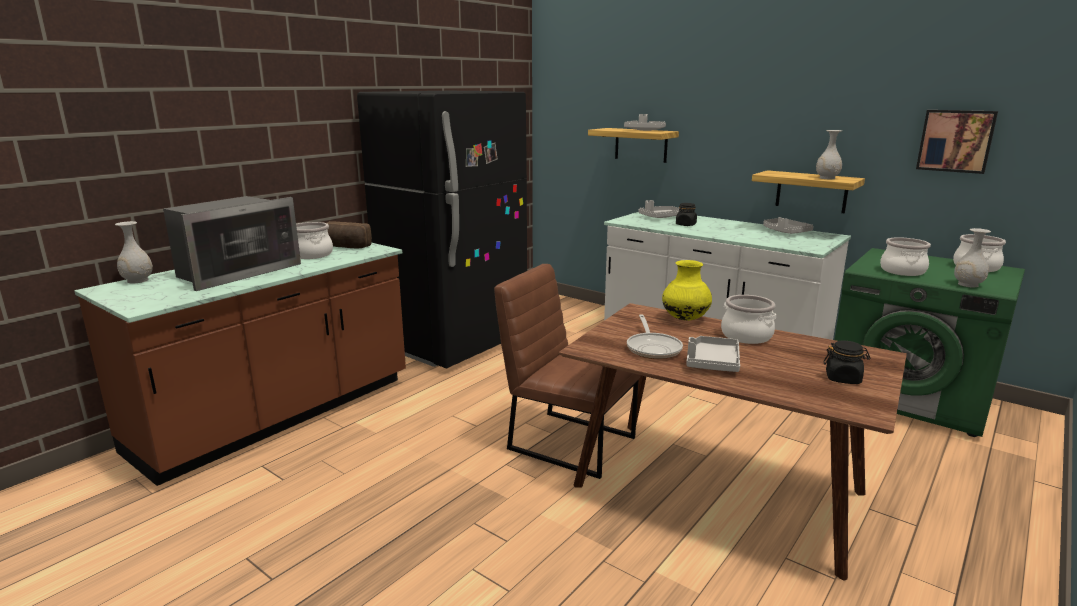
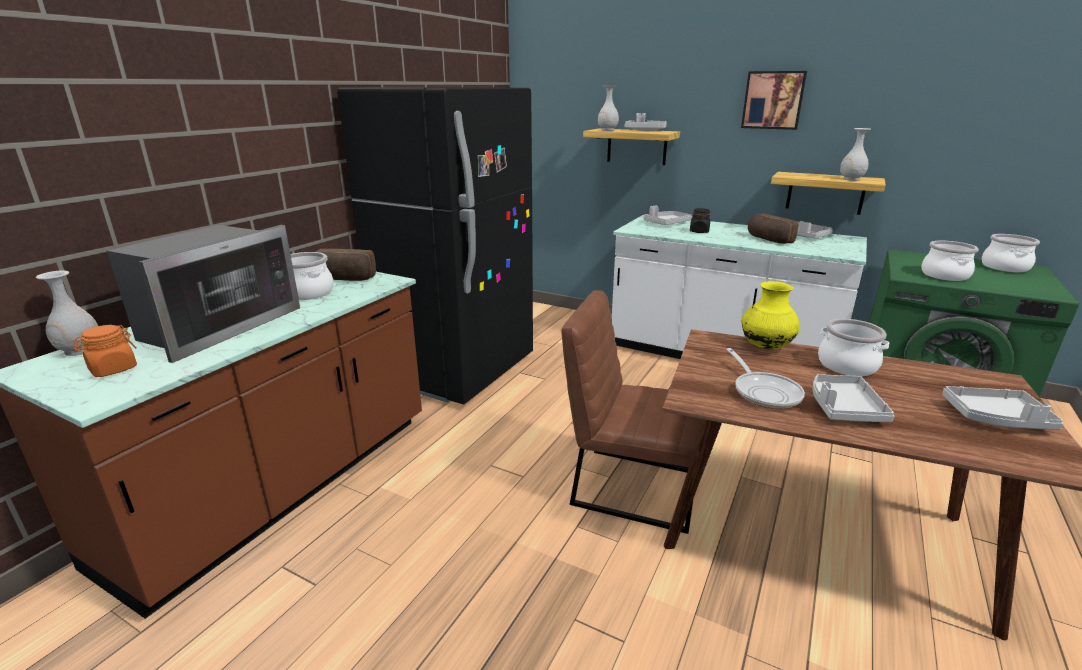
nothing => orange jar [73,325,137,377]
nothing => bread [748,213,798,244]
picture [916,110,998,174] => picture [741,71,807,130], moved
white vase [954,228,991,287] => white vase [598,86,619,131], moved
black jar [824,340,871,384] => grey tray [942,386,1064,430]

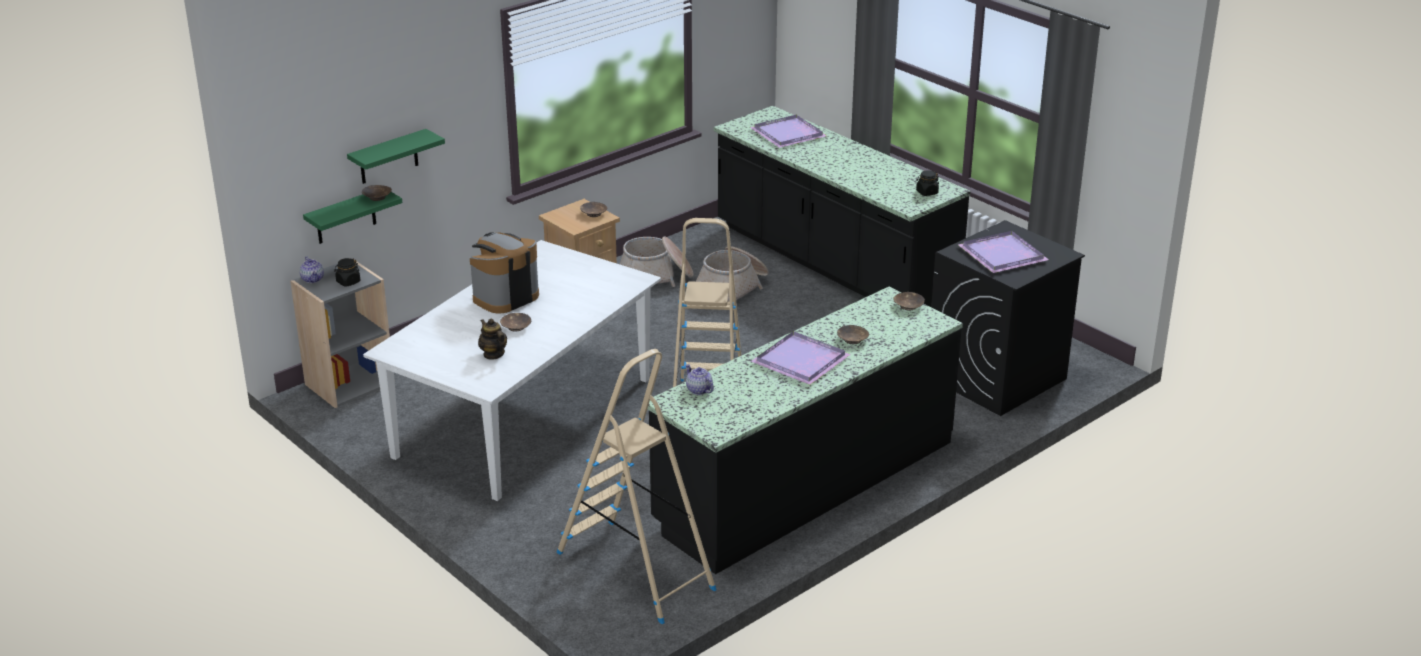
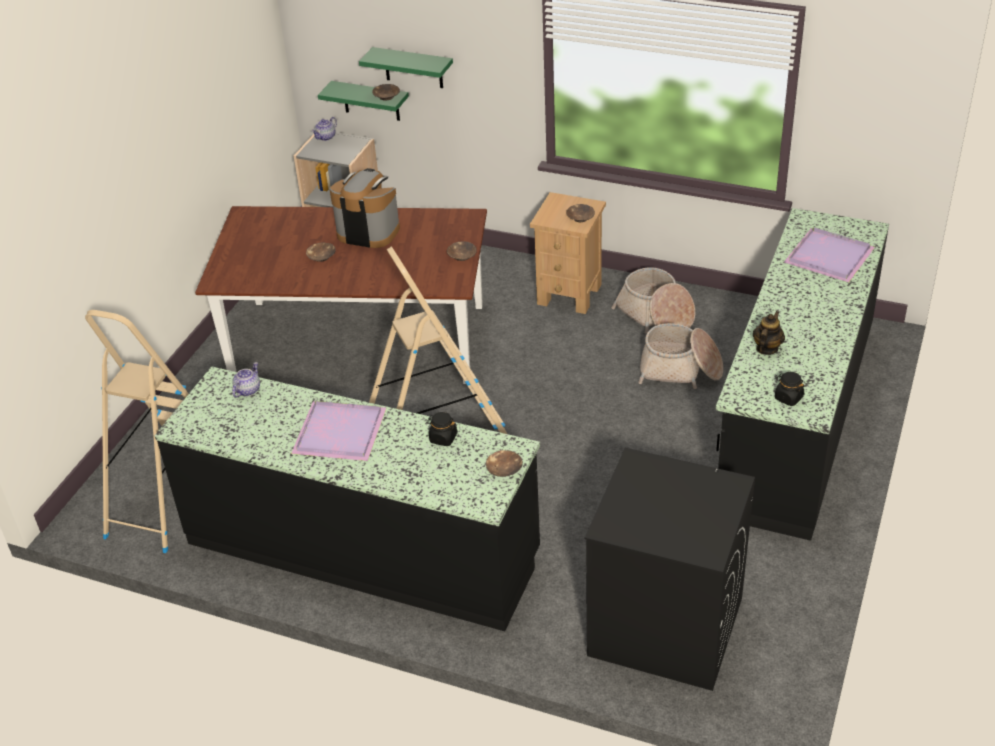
purple tray [959,231,1049,273] => nothing
black jar [334,258,360,287] => black jar [426,412,458,446], moved
teapot [478,318,507,360] => teapot [753,311,785,355], moved
brown bowl [837,325,869,344] => brown bowl [447,241,477,261], moved
white dining table [363,240,661,501] => brown dining table [195,206,487,384]

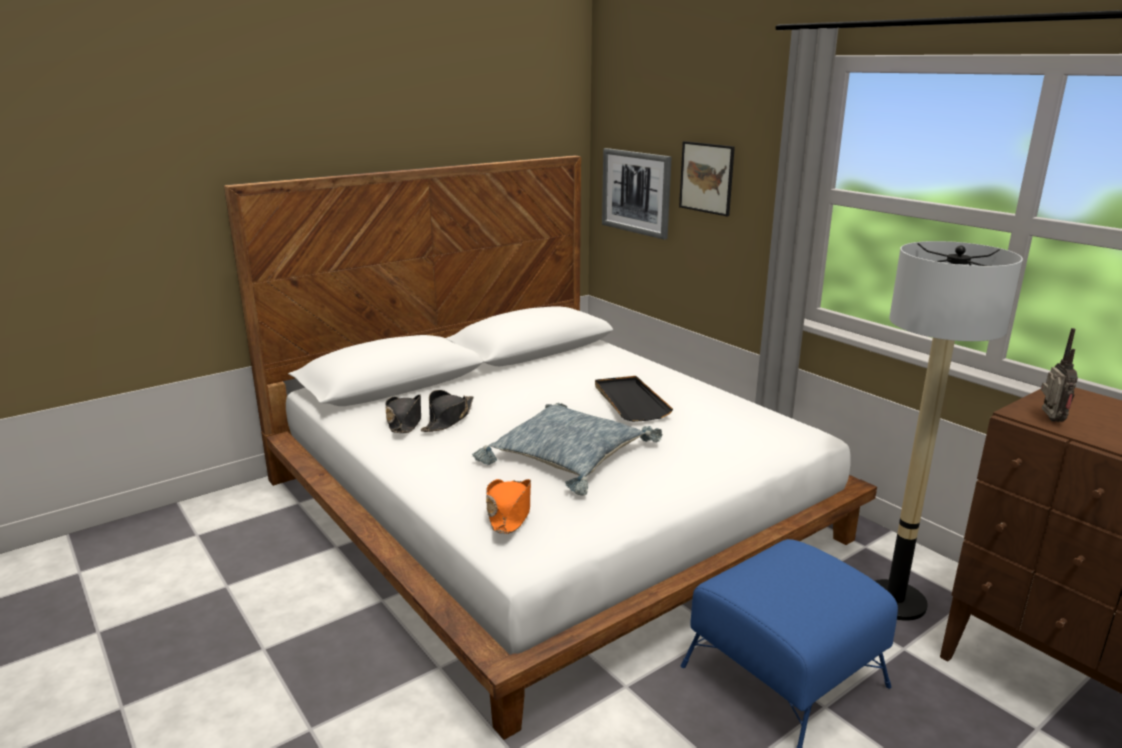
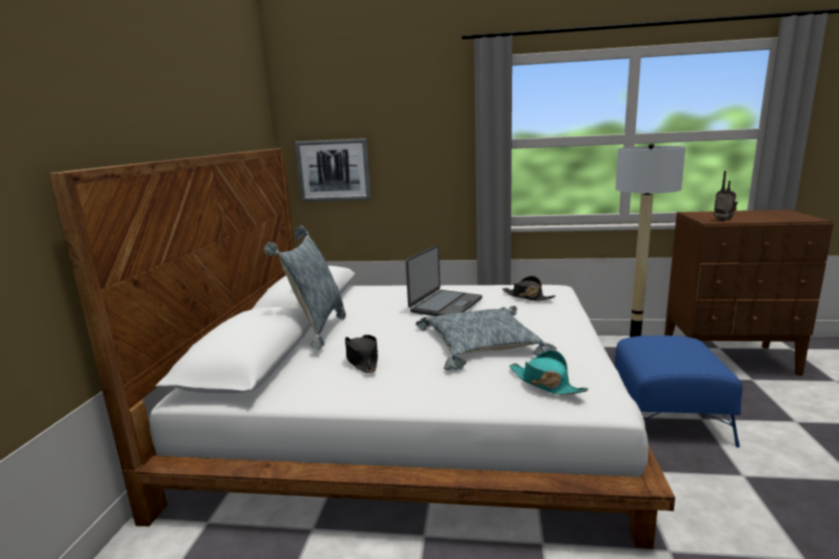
picture [679,141,735,216] => nothing
nothing => pillow [264,225,346,350]
black hat [386,395,421,433] => black hat [502,276,556,301], moved
black tray [595,376,673,422] => laptop [406,245,482,316]
orange hat [486,479,531,534] => turquoise hat [509,350,588,395]

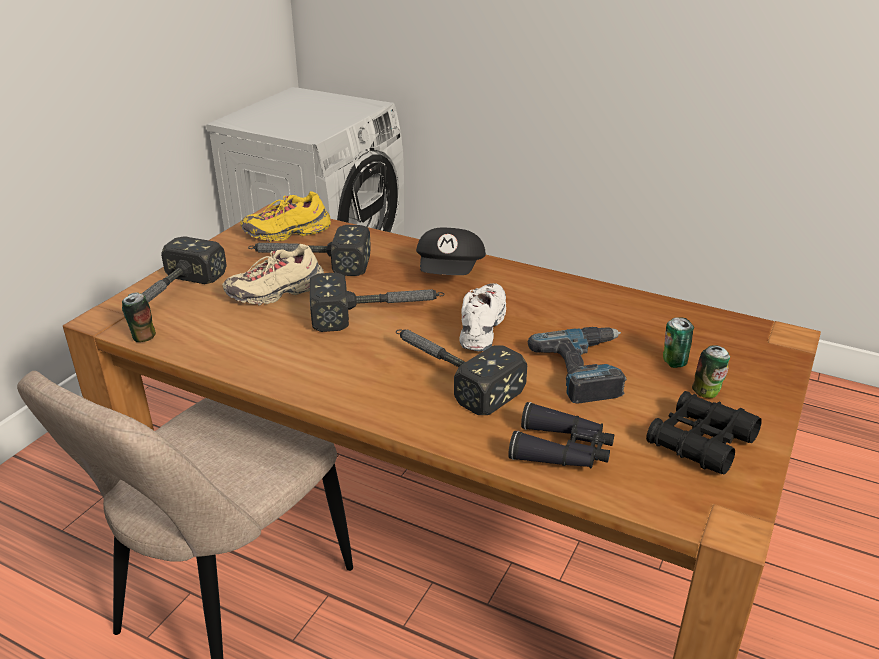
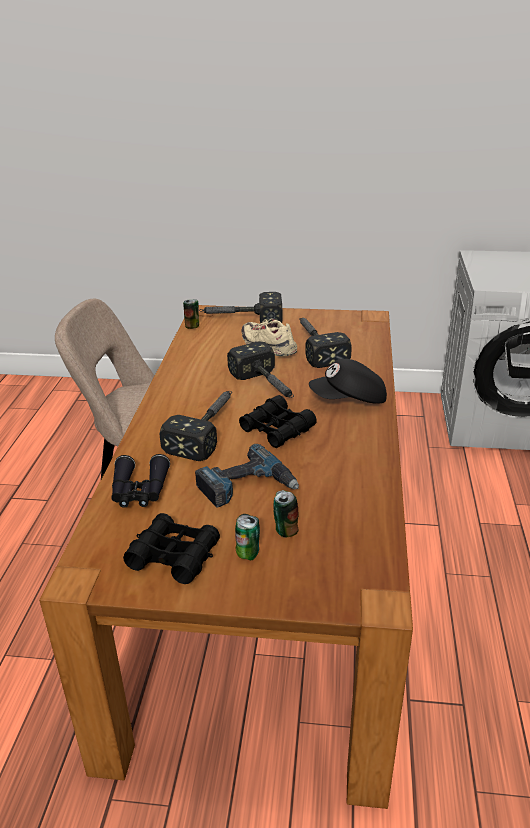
yellow shoe [240,191,331,242] => nothing
white shoe [459,283,506,351] => black binoculars [239,395,317,448]

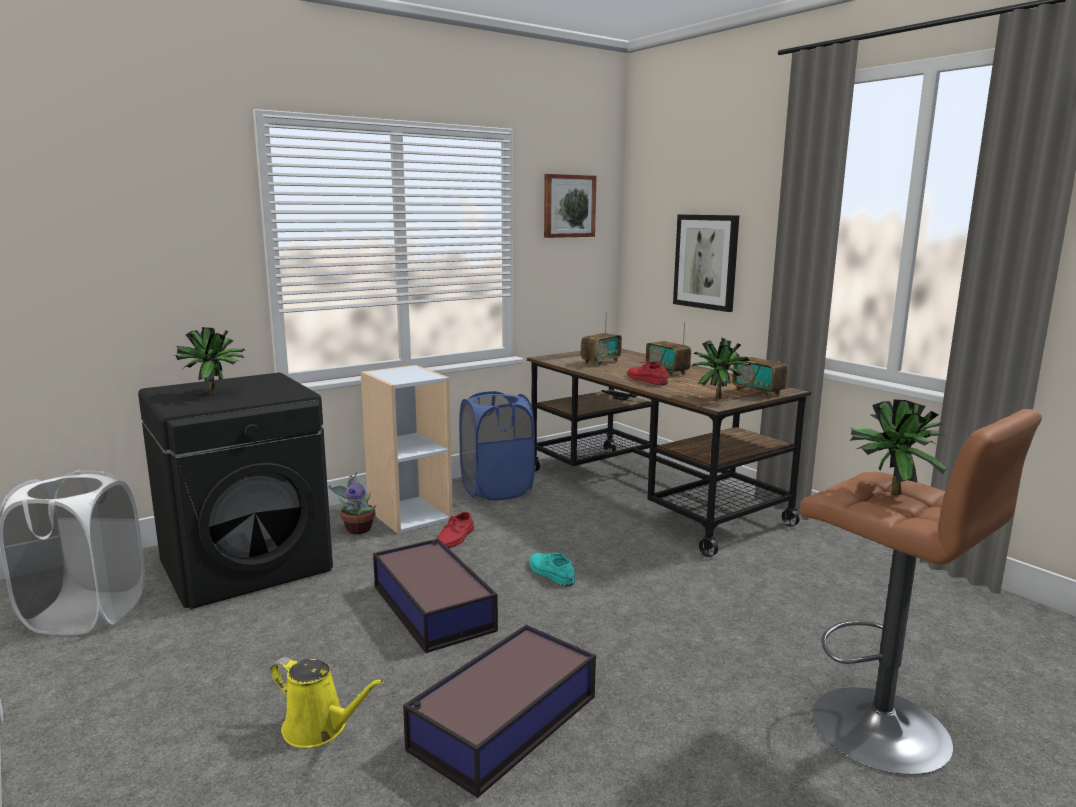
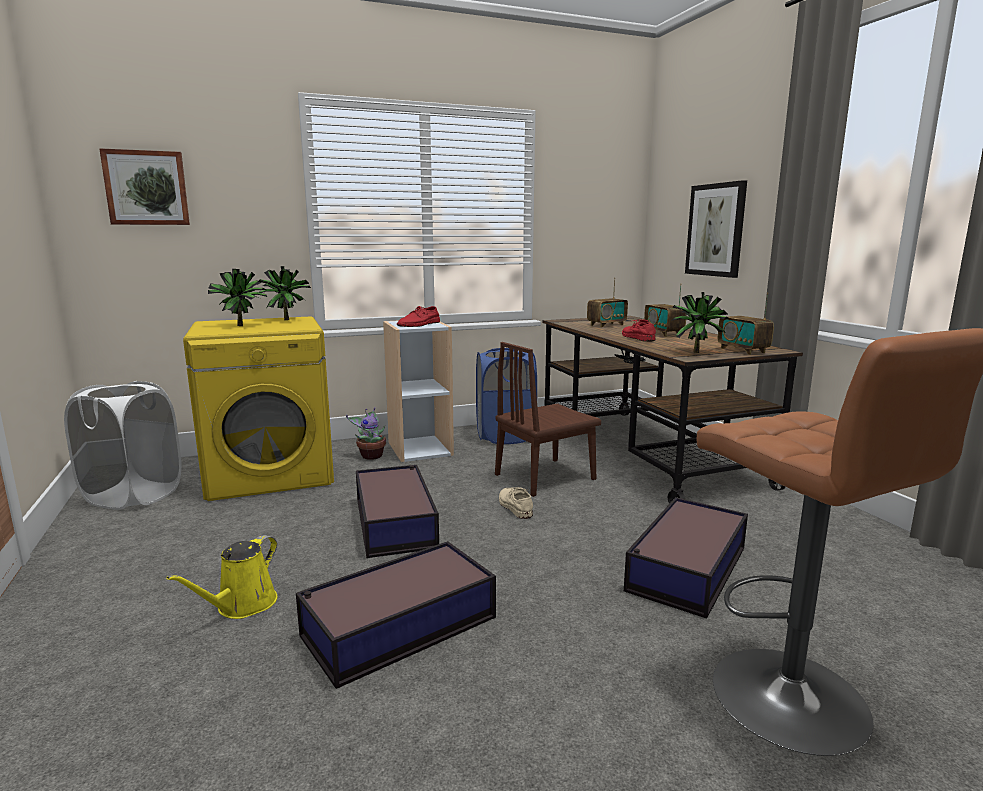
nothing => brown chair [495,342,601,497]
nothing => storage box [624,497,748,618]
red shoe [437,512,474,548] => red shoe [397,306,440,327], moved
picture [544,174,597,238] => picture [99,148,190,225], moved
potted plant [850,400,947,495] => potted plant [259,266,311,320], moved
black washing machine [138,373,333,609] => yellow washing machine [183,316,334,501]
turquoise shoe [529,553,575,586] => beige shoe [499,487,533,519]
yellow watering can [270,657,384,748] => yellow watering can [166,535,277,619], 75 degrees clockwise

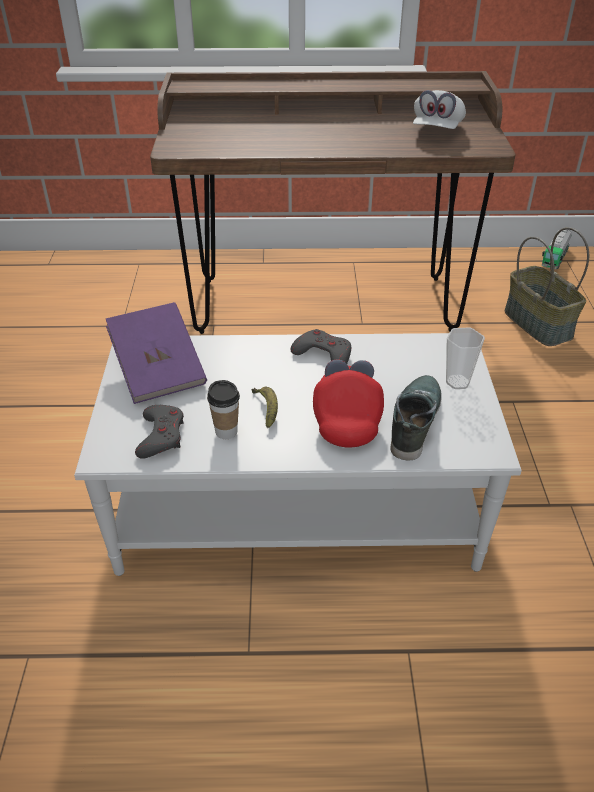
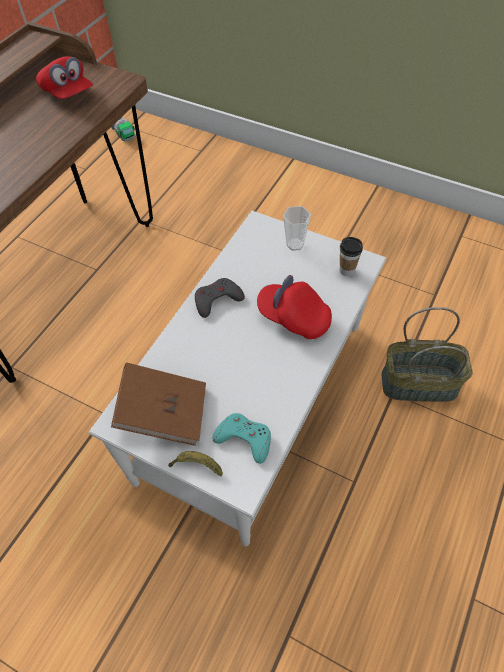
shoe [390,375,442,461] => nothing
cup [207,380,240,439] => cup [339,237,363,276], moved
banana [252,387,278,428] => banana [168,451,223,476], moved
basket [505,227,589,346] => basket [382,307,473,402], moved
purple book [106,302,207,404] => brown book [111,362,206,446]
grey game controller [135,405,184,459] => turquoise game controller [212,413,271,464]
white cap [413,90,466,129] => red cap [36,56,93,99]

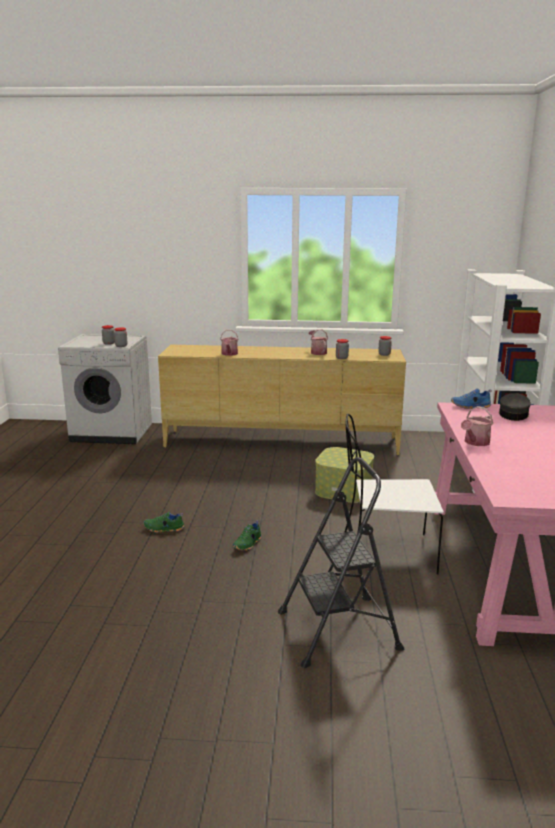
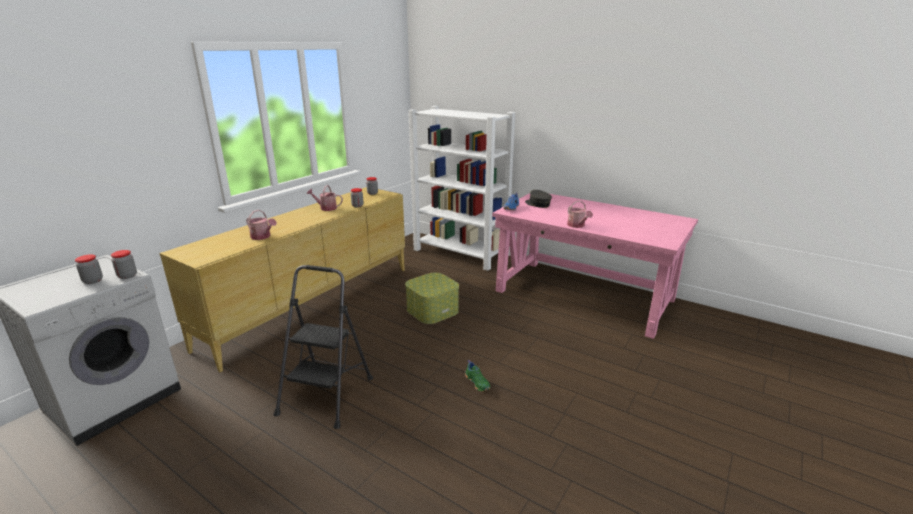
green shoe [144,511,185,533] => nothing
white chair [345,414,444,574] => nothing
black step ladder [278,457,404,668] => black step ladder [273,265,373,429], moved

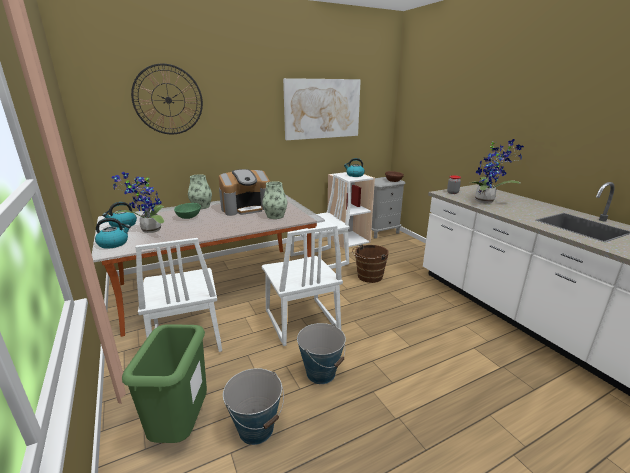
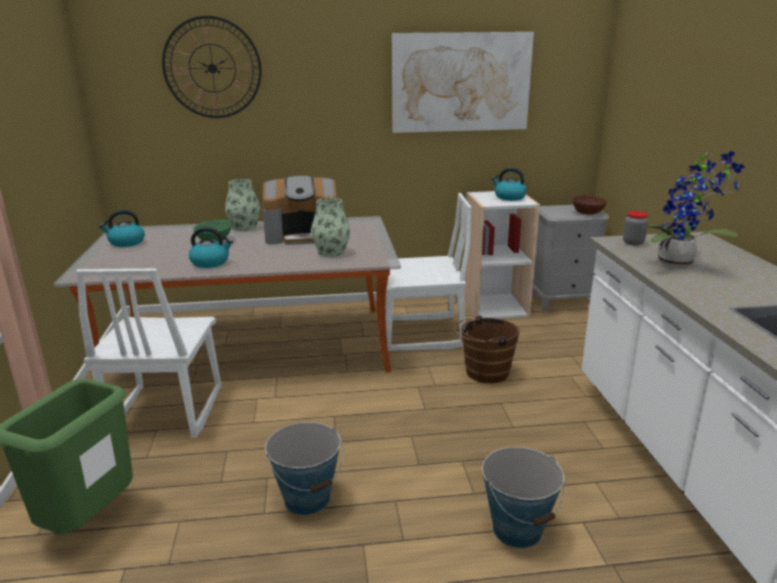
potted plant [111,172,164,233] => nothing
white chair [262,225,343,346] => nothing
kettle [95,218,131,249] => kettle [189,227,233,268], moved
bucket [223,368,284,445] => bucket [482,447,564,548], moved

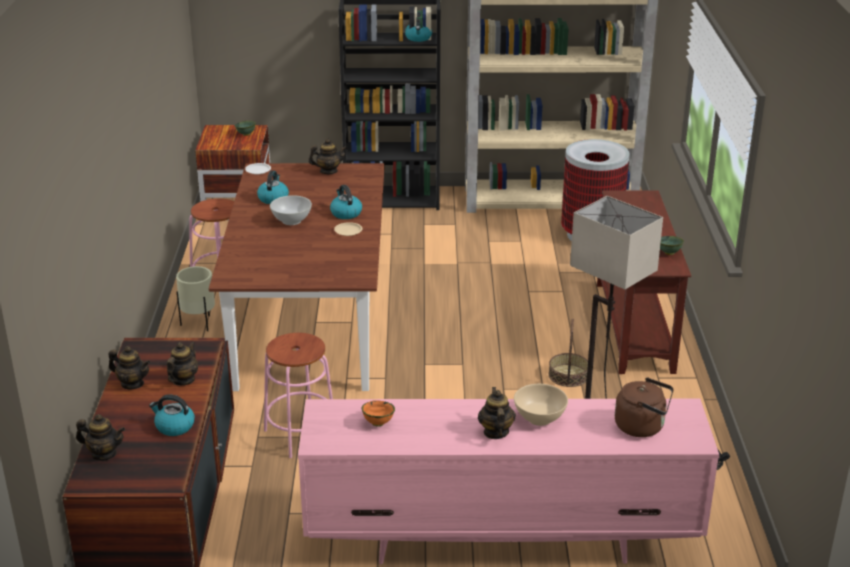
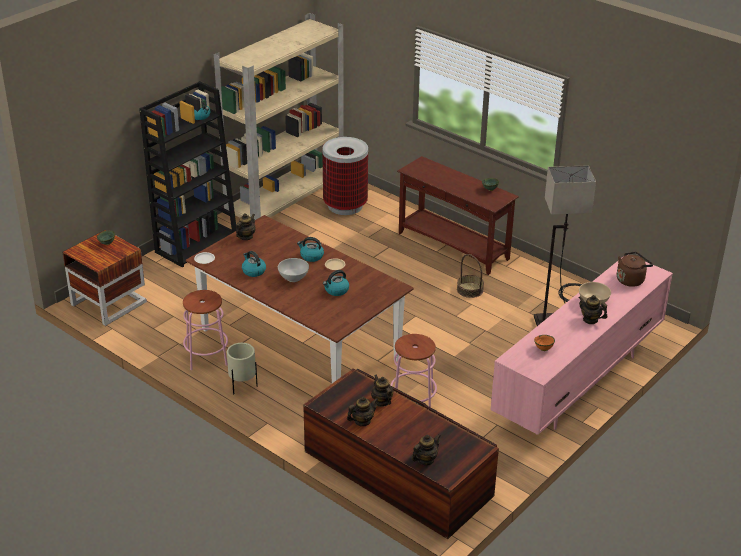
kettle [149,394,195,436] => kettle [323,270,349,296], moved

